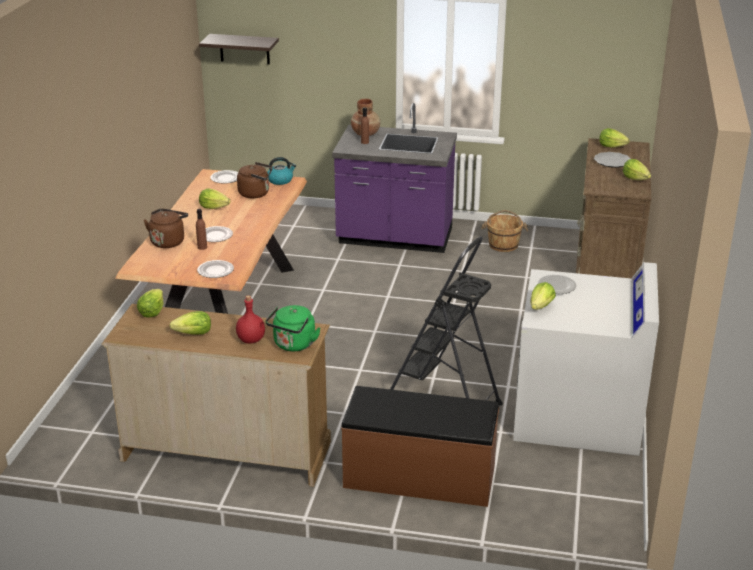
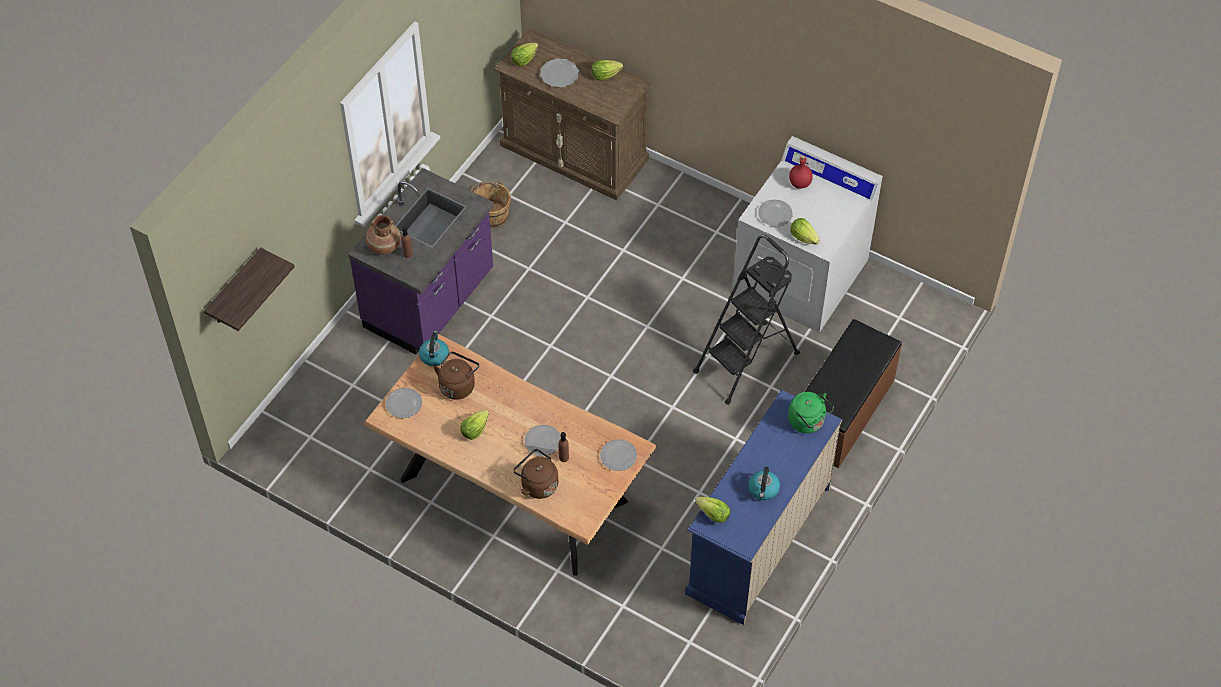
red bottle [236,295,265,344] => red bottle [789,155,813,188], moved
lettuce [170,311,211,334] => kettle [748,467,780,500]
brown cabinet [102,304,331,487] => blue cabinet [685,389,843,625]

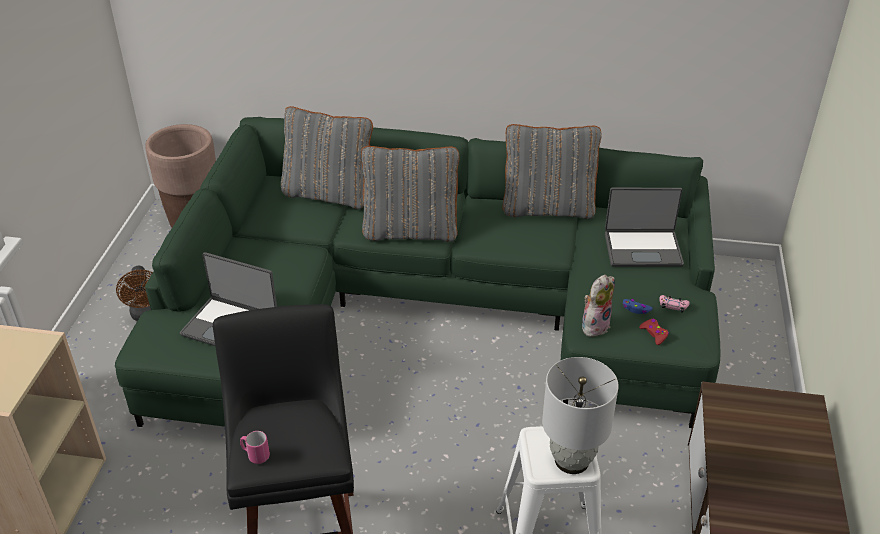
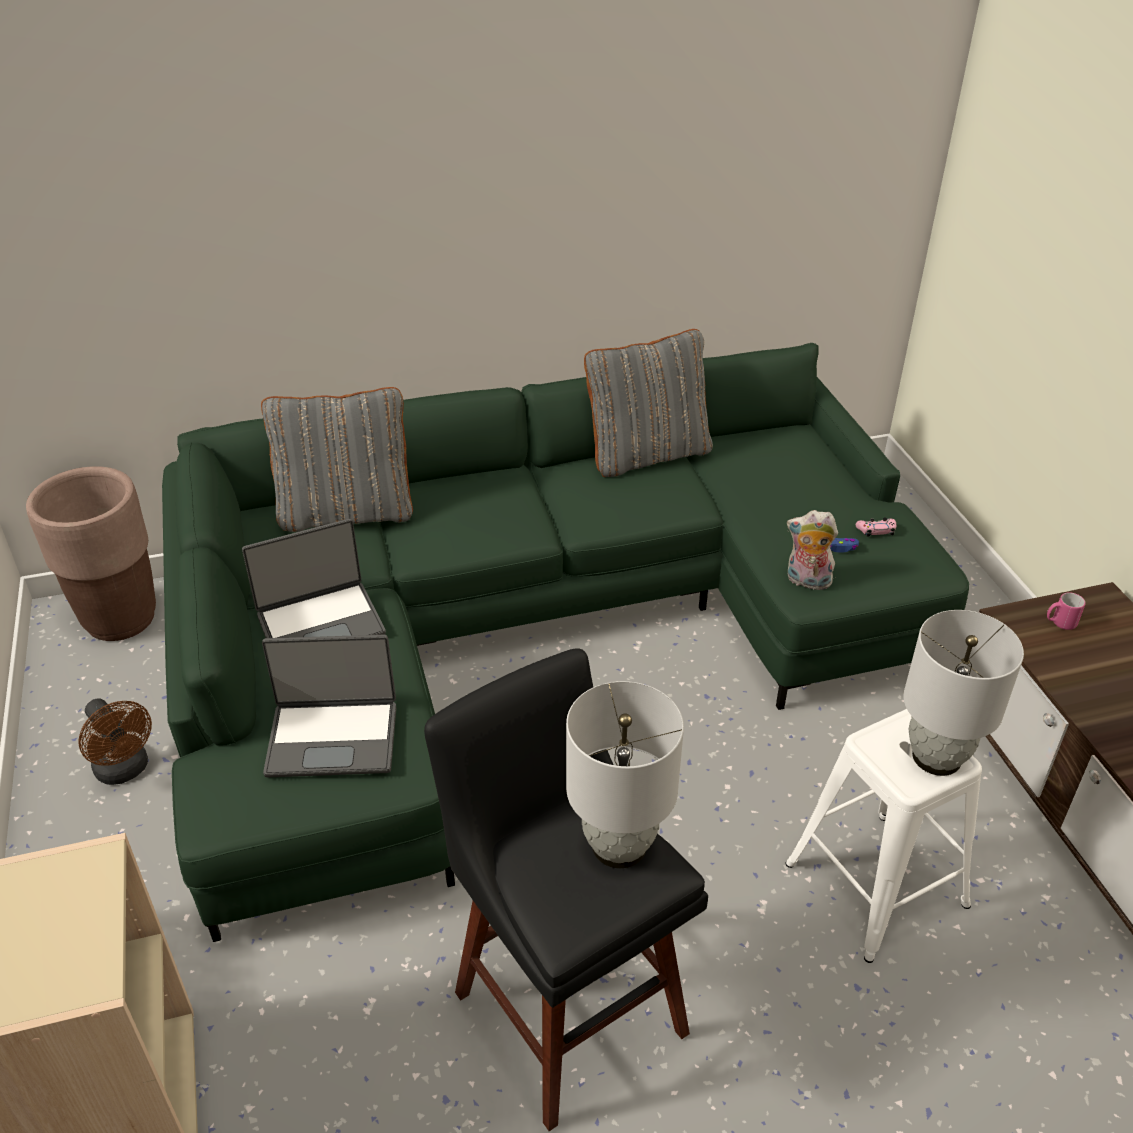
grey pillow [361,146,459,242] => nothing
red game controller [639,319,669,345] => nothing
nothing => white table lamp [566,681,684,868]
pink mug [240,431,270,464] => pink mug [1047,592,1085,630], moved
laptop [605,188,684,267] => laptop [242,519,386,638], moved
plush toy [582,275,615,337] => plush toy [787,510,838,590], 90 degrees counterclockwise

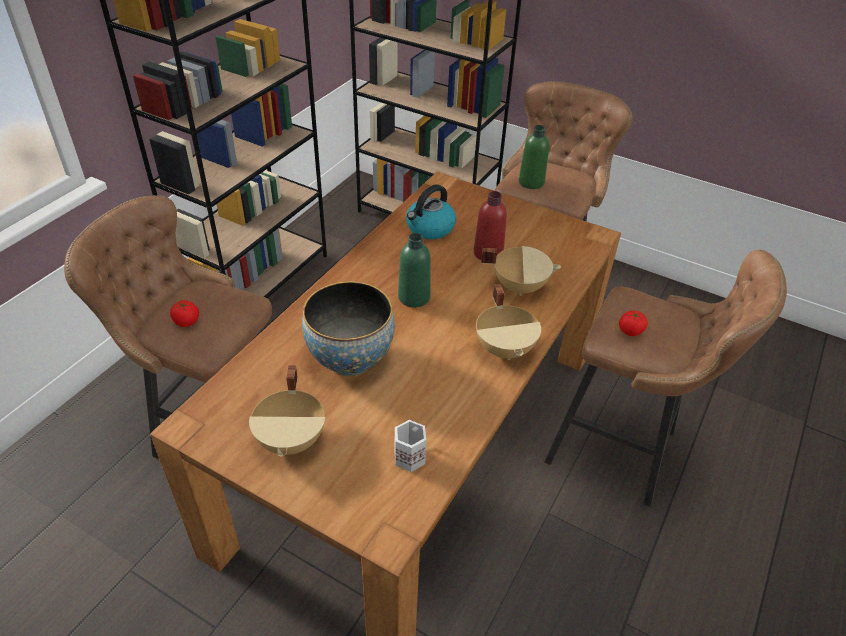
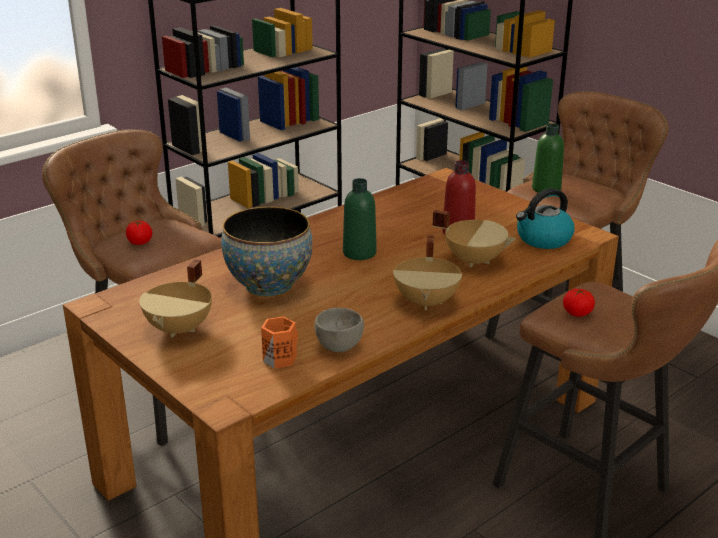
nothing => grey bowl [314,308,364,352]
kettle [406,184,456,239] => kettle [516,188,575,249], moved
white mug [395,420,426,472] => orange mug [261,316,298,368]

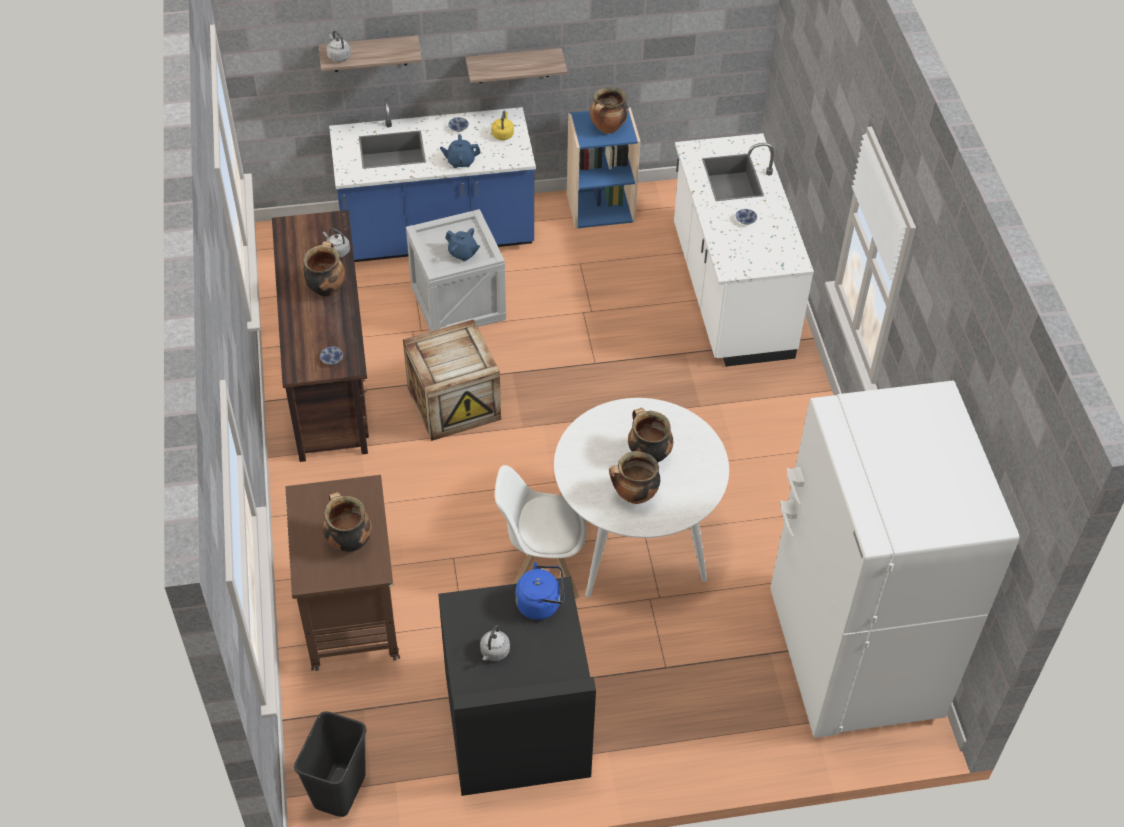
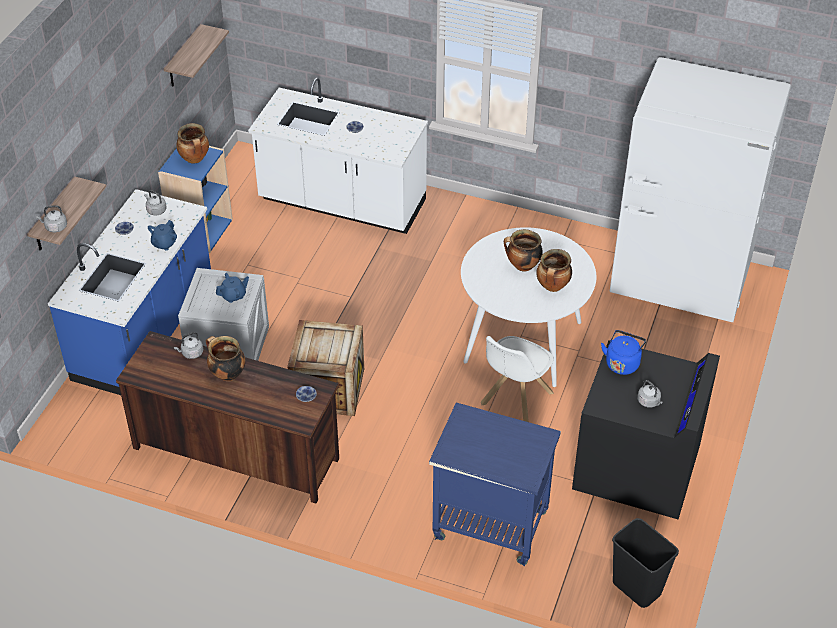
cooking pot [323,492,372,552] => nothing
shelf [466,48,568,83] => shelf [164,24,229,87], moved
brown cart [285,475,400,671] => blue cart [429,403,561,566]
yellow kettle [491,111,514,140] => grey kettle [144,190,167,215]

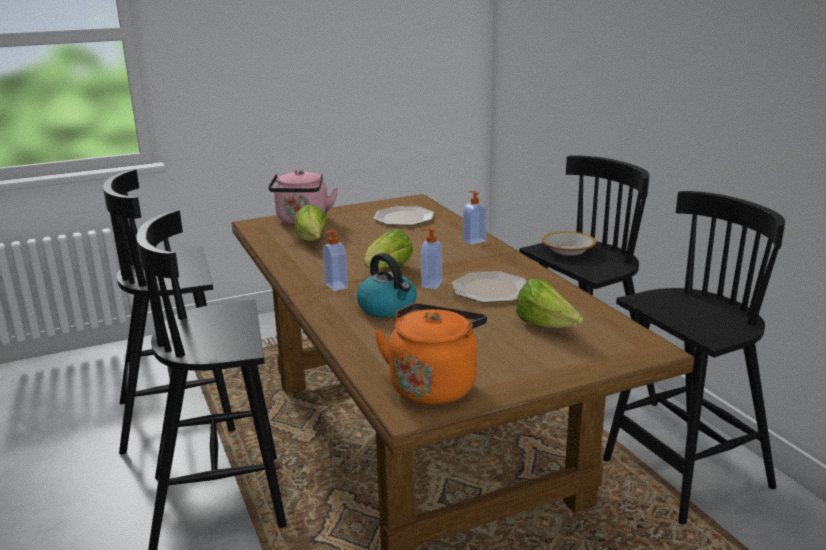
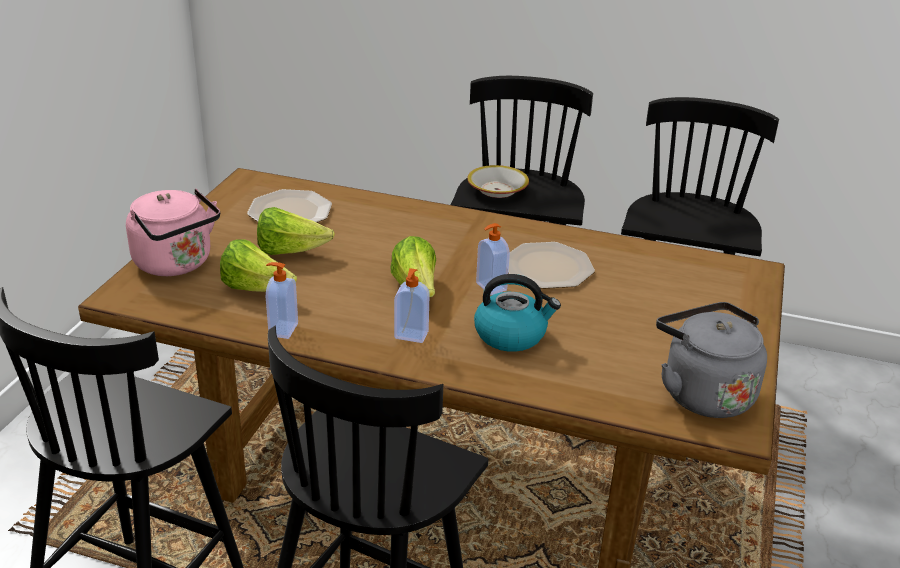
soap dispenser [463,191,487,245] => soap dispenser [266,262,298,339], moved
lettuce [516,279,583,328] => lettuce [257,207,335,255], moved
orange kettle [374,303,487,405] => grey kettle [656,302,767,418]

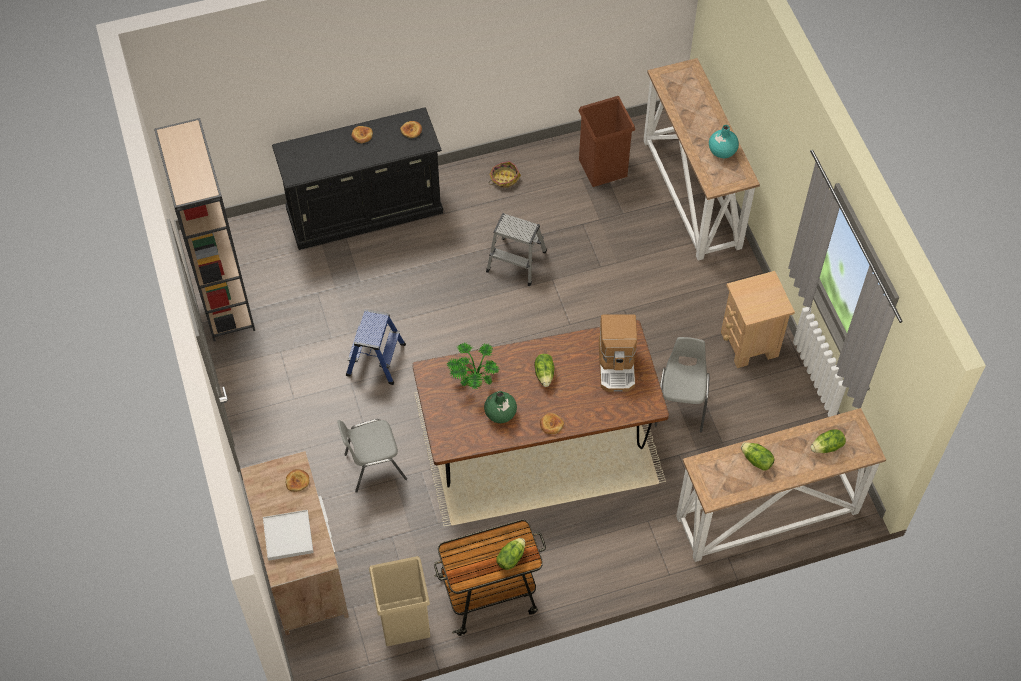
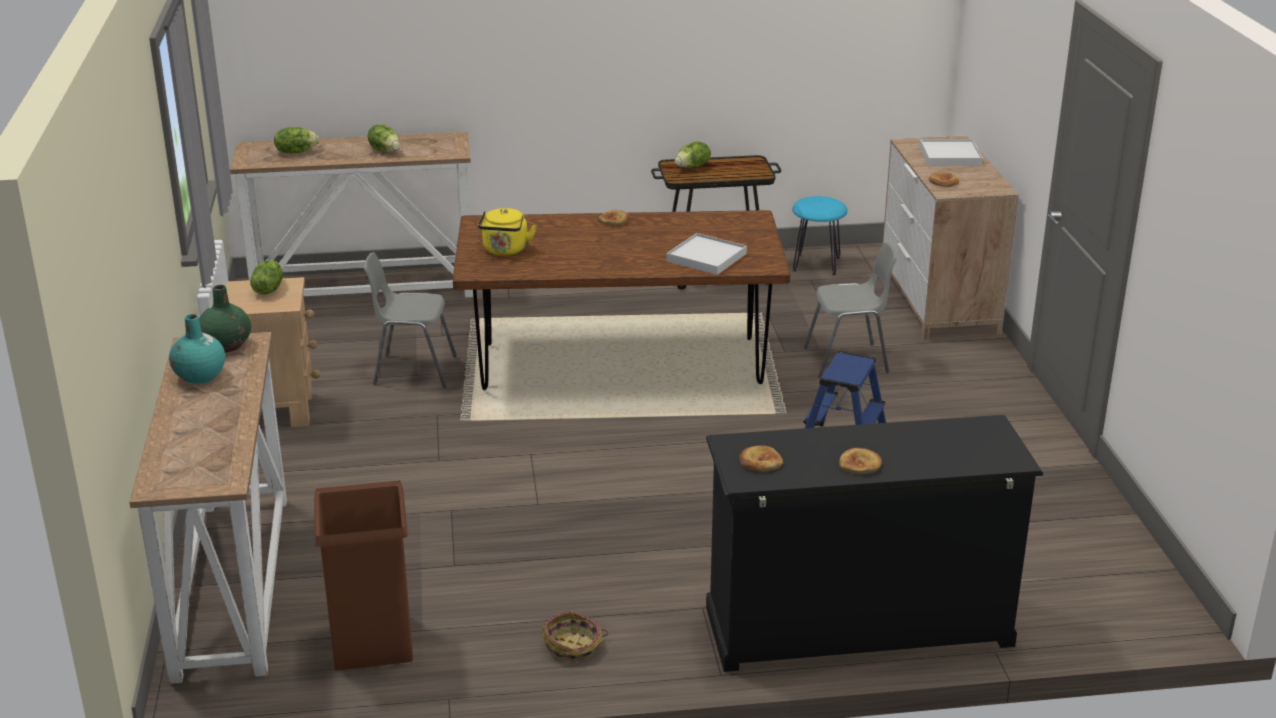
bookcase [154,118,255,341] => nothing
grey step ladder [486,213,547,286] => nothing
green vase [484,391,517,423] => green vase [199,285,251,353], moved
lettuce [535,354,555,387] => lettuce [250,260,283,295], moved
beige trash can [369,556,430,646] => turquoise stool [792,196,847,275]
potted plant [447,343,499,389] => white tray [666,233,747,275]
coffee machine [599,314,637,392] => yellow kettle [478,208,537,256]
grey chair [655,337,710,432] => grey chair [364,252,457,388], 75 degrees clockwise

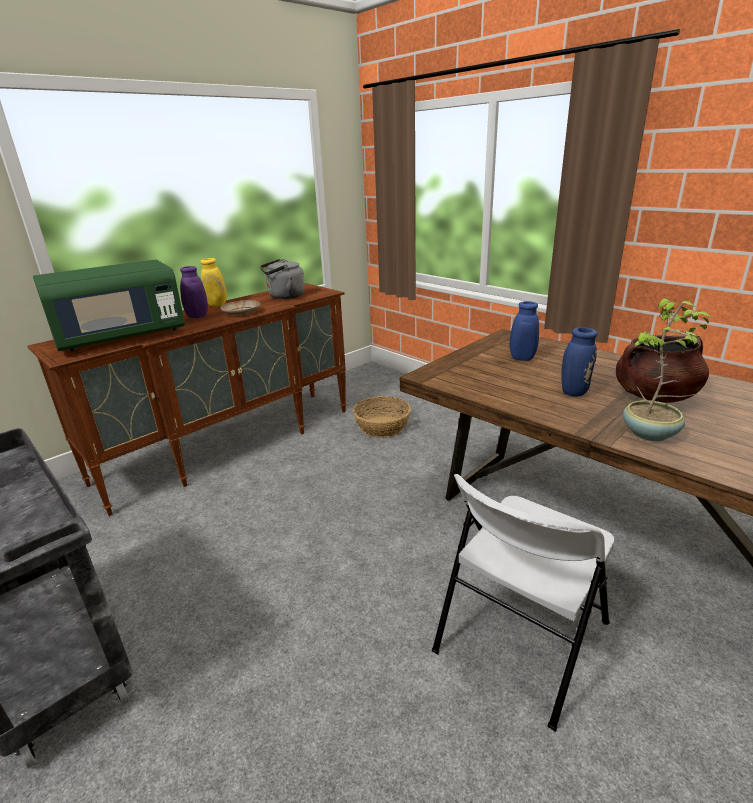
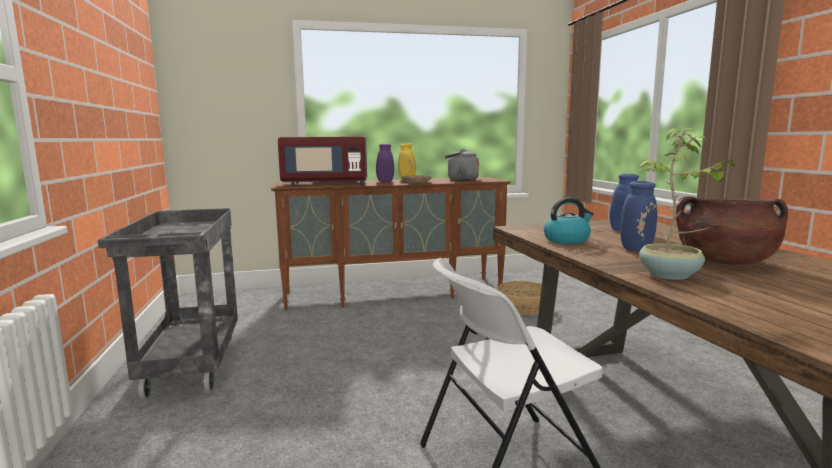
nothing => kettle [544,198,594,244]
green microwave [33,260,185,351] => red microwave [278,136,367,185]

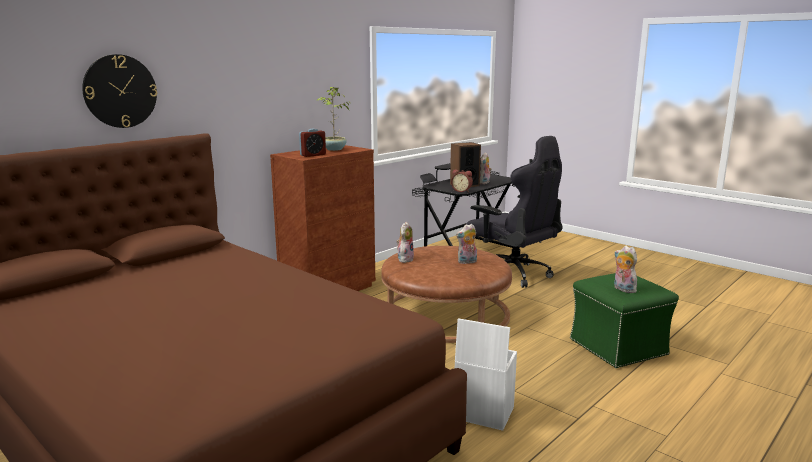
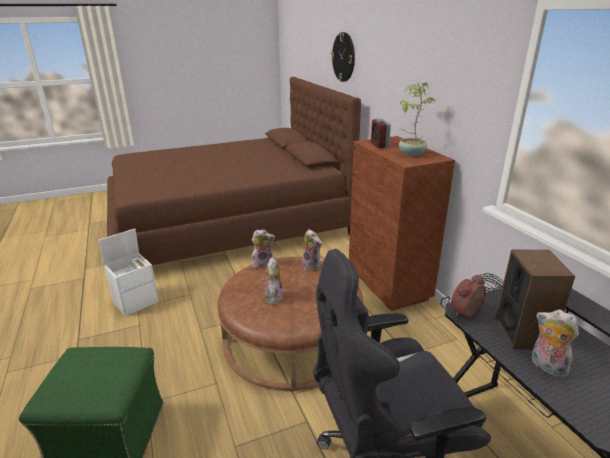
plush toy [614,246,637,293] => plush toy [252,229,275,269], moved

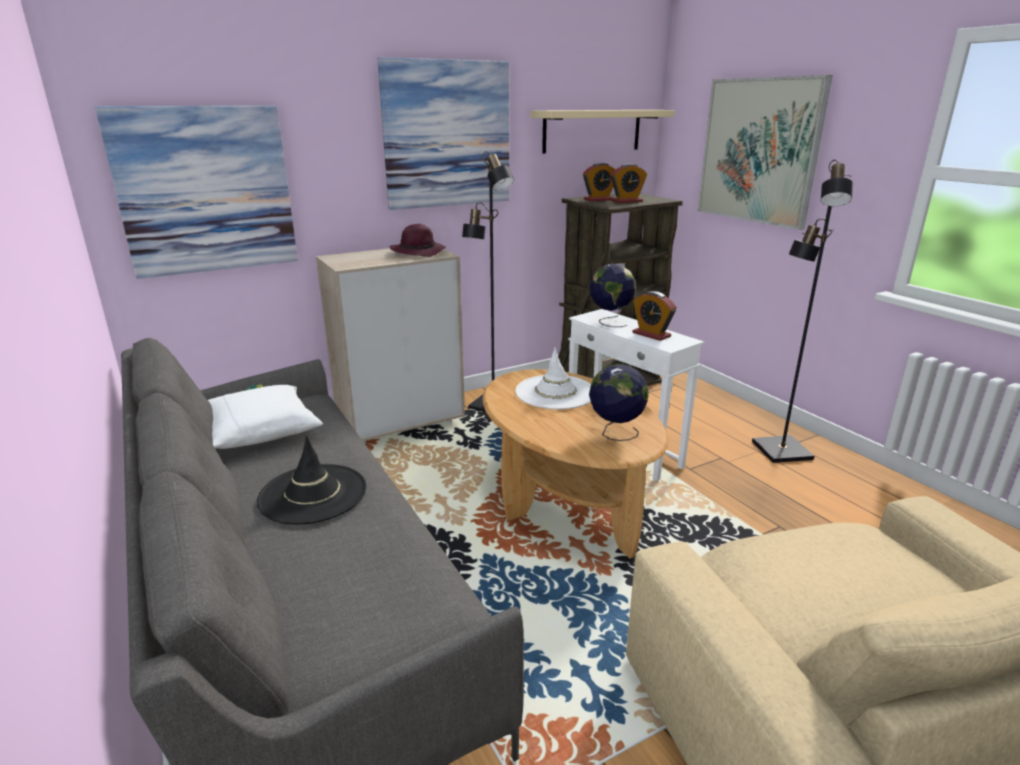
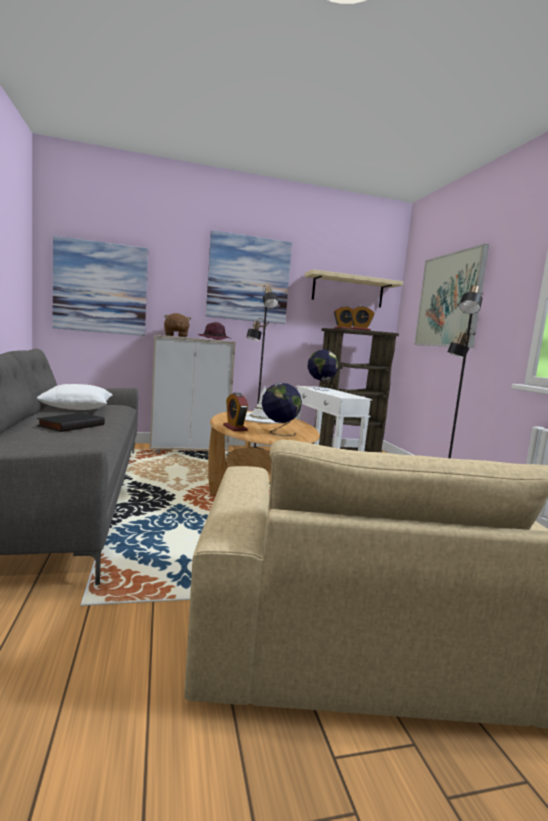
nothing => brown plush toy [164,313,191,337]
alarm clock [632,291,677,341] => alarm clock [223,393,248,431], moved
black hat [257,436,366,525] => black book [37,413,105,432]

